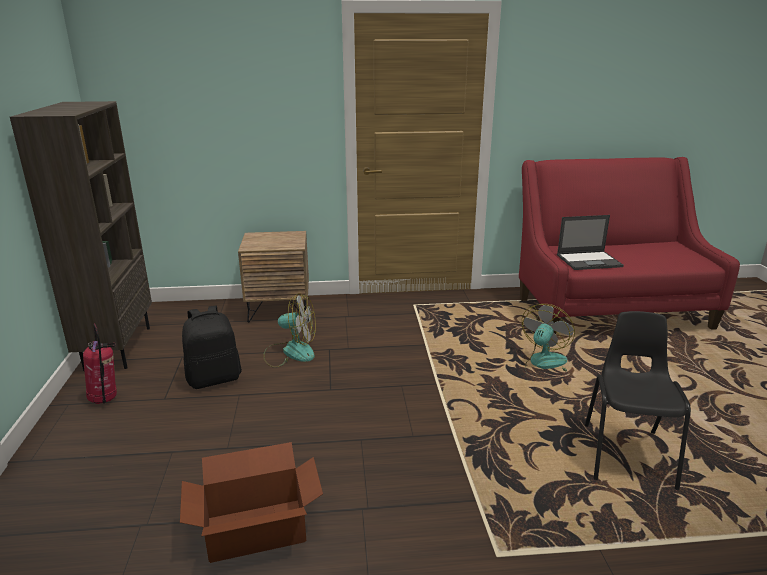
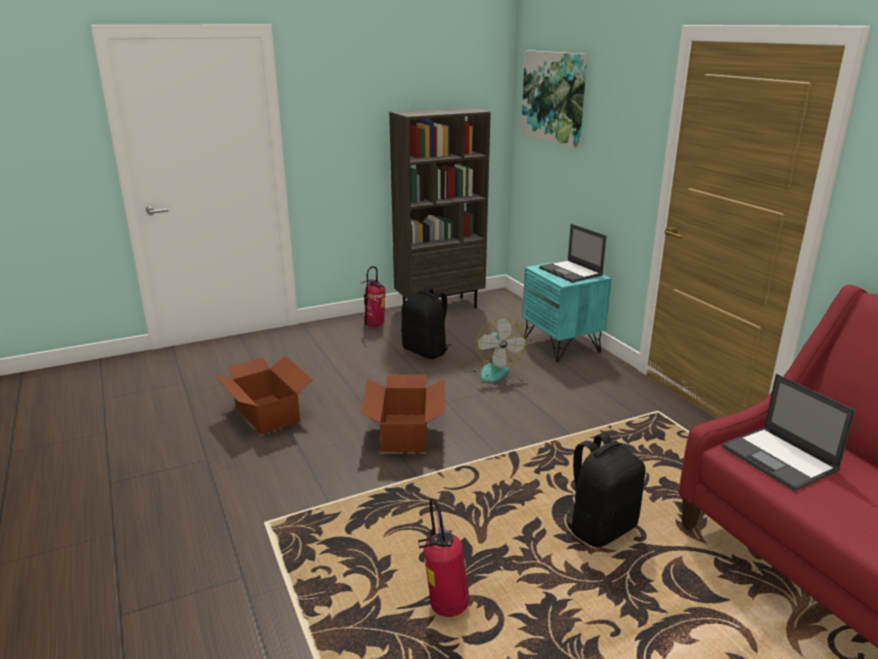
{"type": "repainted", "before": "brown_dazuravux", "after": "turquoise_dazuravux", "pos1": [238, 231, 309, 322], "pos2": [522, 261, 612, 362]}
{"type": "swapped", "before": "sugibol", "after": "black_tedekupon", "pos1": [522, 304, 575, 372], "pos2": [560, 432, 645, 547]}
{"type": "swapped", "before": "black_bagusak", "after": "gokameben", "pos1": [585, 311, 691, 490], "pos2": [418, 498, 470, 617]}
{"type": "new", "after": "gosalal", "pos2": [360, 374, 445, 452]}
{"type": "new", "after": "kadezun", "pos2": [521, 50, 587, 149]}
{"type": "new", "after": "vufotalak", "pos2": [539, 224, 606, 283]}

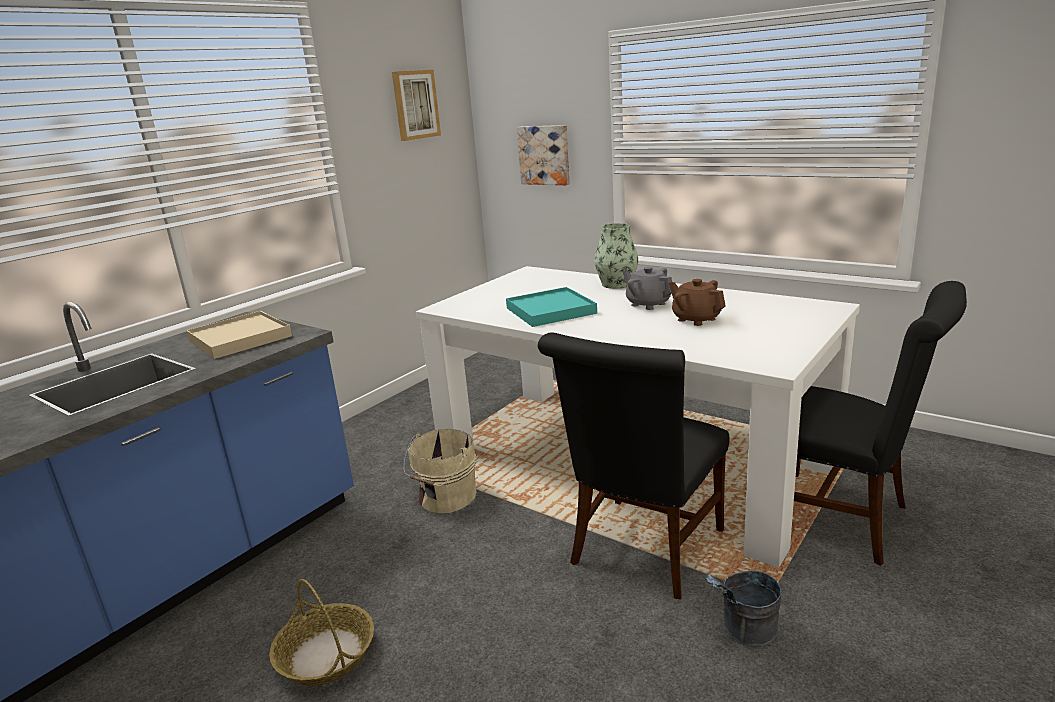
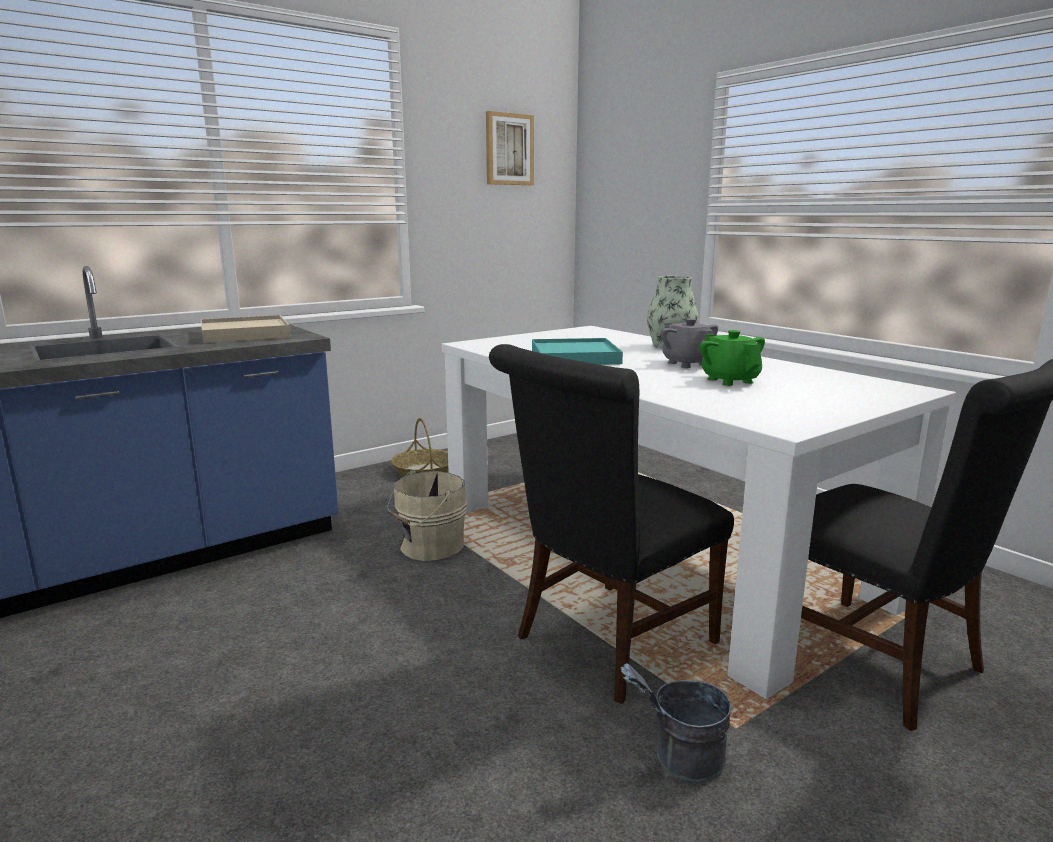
{"type": "shifted", "before": "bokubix", "pos1": [269, 579, 374, 686], "pos2": [391, 418, 448, 477]}
{"type": "gone", "before": "kadezun", "pos1": [517, 125, 570, 185]}
{"type": "repainted", "before": "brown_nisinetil", "after": "green_nisinetil", "pos1": [669, 279, 726, 326], "pos2": [700, 330, 765, 386]}

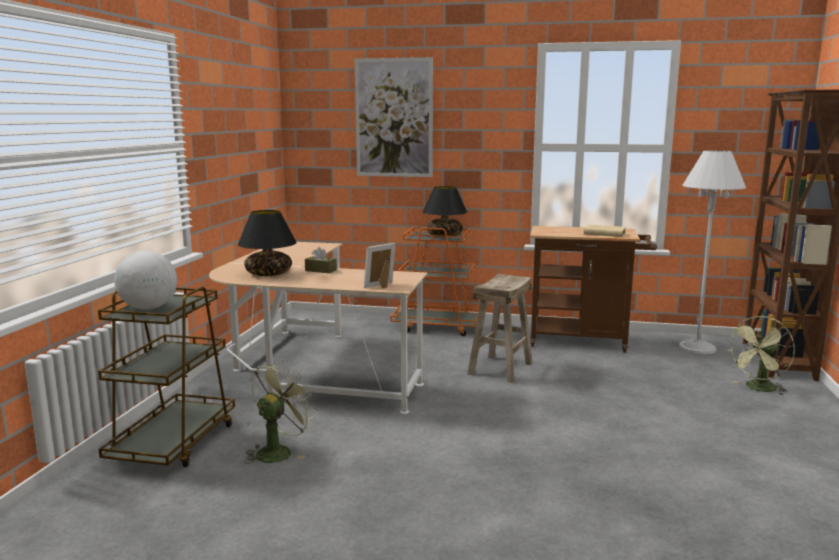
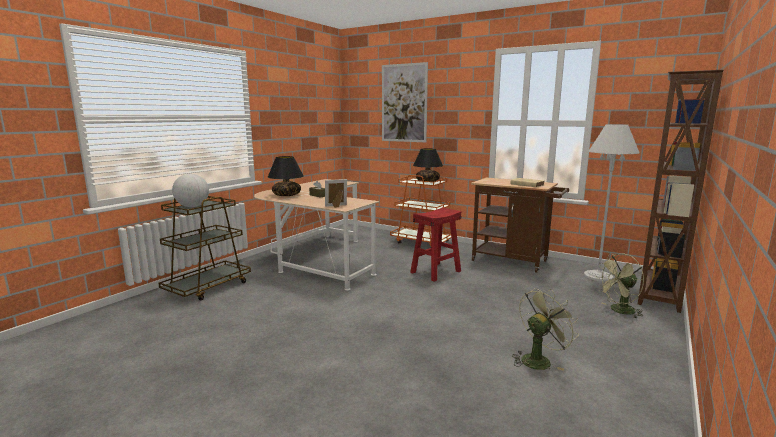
{"type": "shifted", "before": "green_sugibol", "pos1": [244, 361, 317, 464], "pos2": [512, 288, 579, 371]}
{"type": "repainted", "before": "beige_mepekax", "after": "red_mepekax", "pos1": [467, 274, 532, 383], "pos2": [410, 207, 461, 281]}

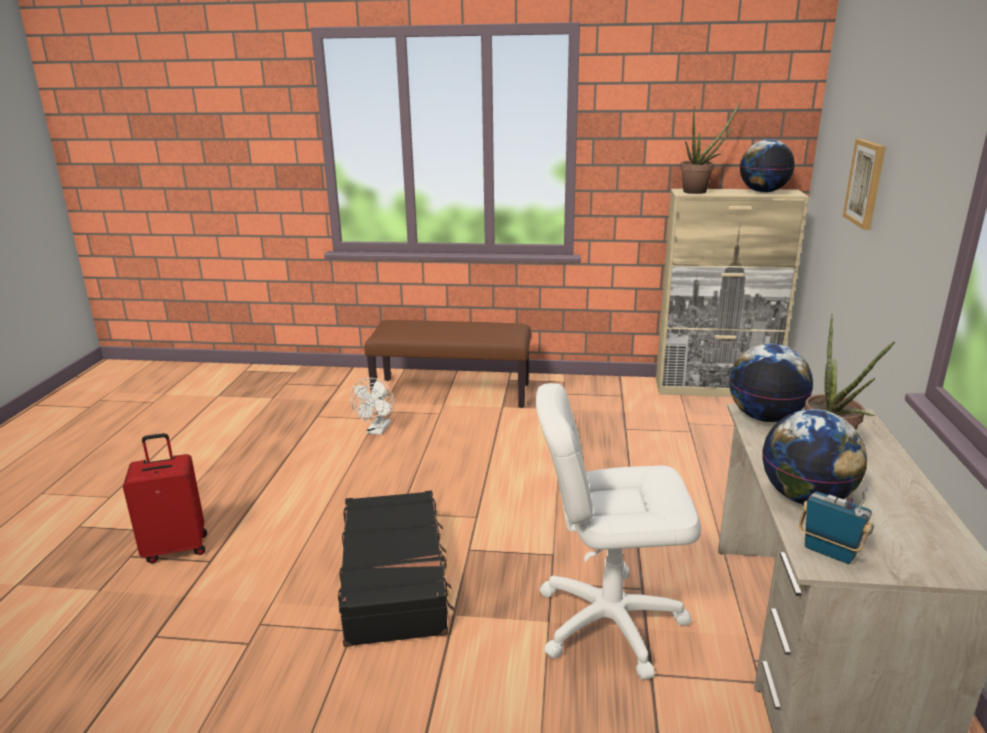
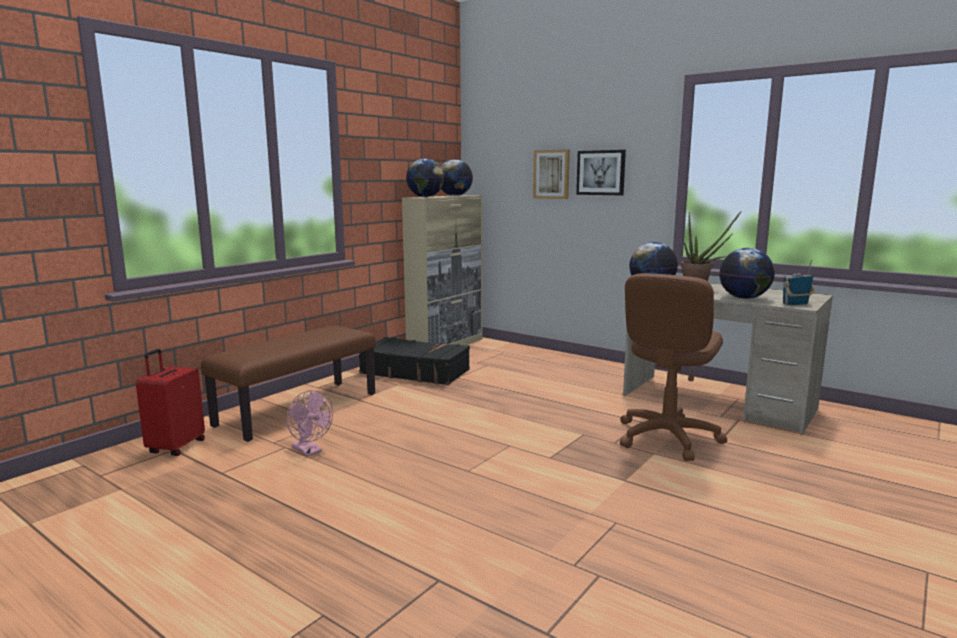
{"type": "shifted", "before": "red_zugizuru", "pos1": [123, 433, 207, 563], "pos2": [136, 349, 205, 456]}
{"type": "shifted", "before": "black_zugizuru", "pos1": [338, 491, 455, 647], "pos2": [359, 337, 470, 385]}
{"type": "repainted", "before": "white_sugibol", "after": "pink_sugibol", "pos1": [350, 378, 394, 435], "pos2": [286, 390, 333, 456]}
{"type": "repainted", "before": "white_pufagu", "after": "brown_pufagu", "pos1": [536, 383, 701, 680], "pos2": [620, 273, 727, 461]}
{"type": "swapped", "before": "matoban", "after": "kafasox", "pos1": [680, 102, 741, 194], "pos2": [406, 158, 444, 197]}
{"type": "new", "after": "kadezun", "pos2": [576, 150, 626, 195]}

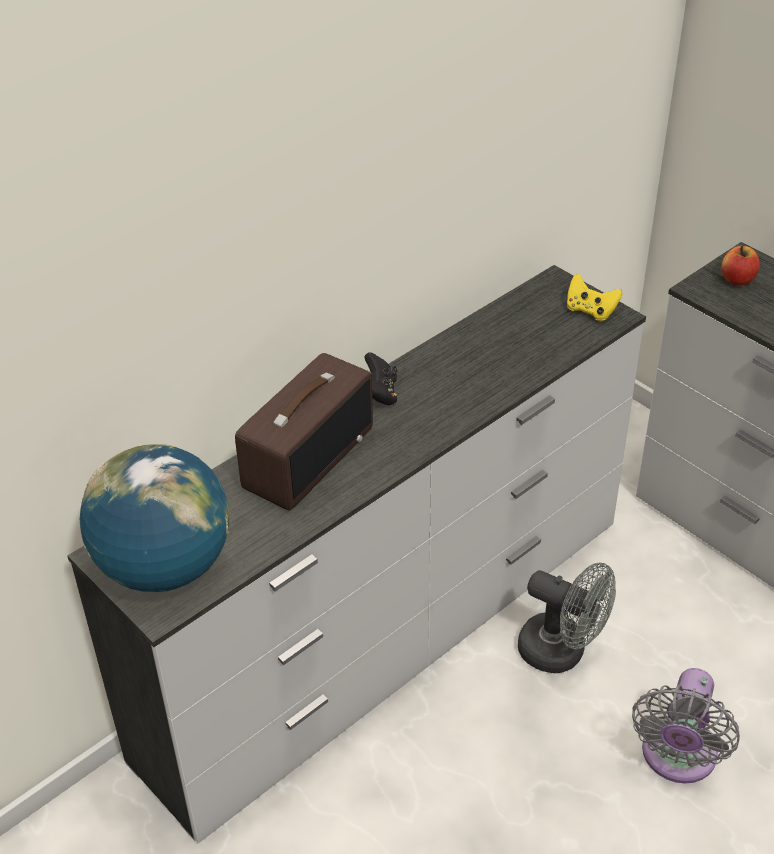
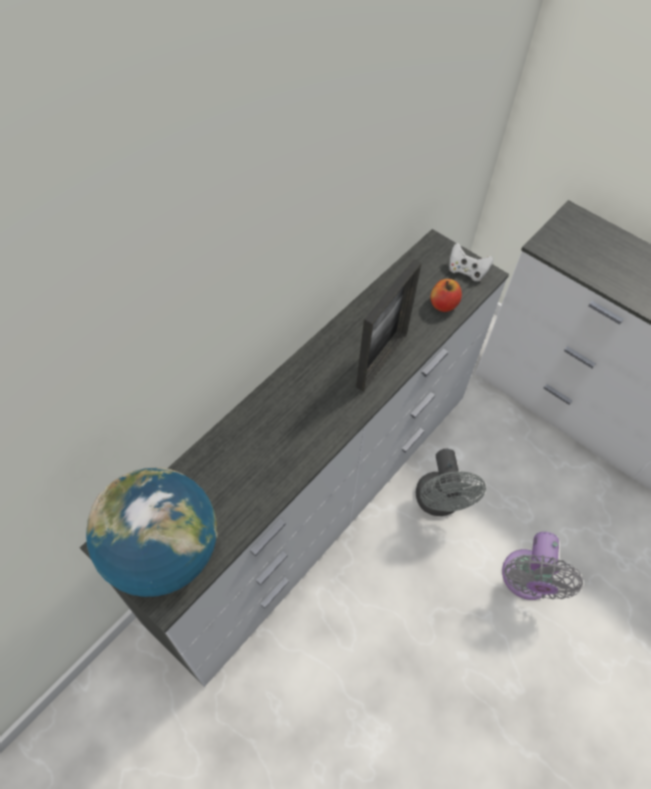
{"type": "gone", "before": "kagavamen", "pos1": [235, 353, 373, 511]}
{"type": "gone", "before": "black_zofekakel", "pos1": [364, 352, 397, 406]}
{"type": "rotated", "before": "grey_sugibol", "pos1": [518, 562, 616, 673], "pos2": [416, 449, 486, 516], "turn": 60}
{"type": "repainted", "before": "yellow_zofekakel", "after": "white_zofekakel", "pos1": [567, 273, 623, 321], "pos2": [449, 243, 494, 281]}
{"type": "shifted", "before": "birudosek", "pos1": [721, 246, 760, 286], "pos2": [431, 279, 462, 312]}
{"type": "new", "after": "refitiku", "pos2": [356, 259, 421, 391]}

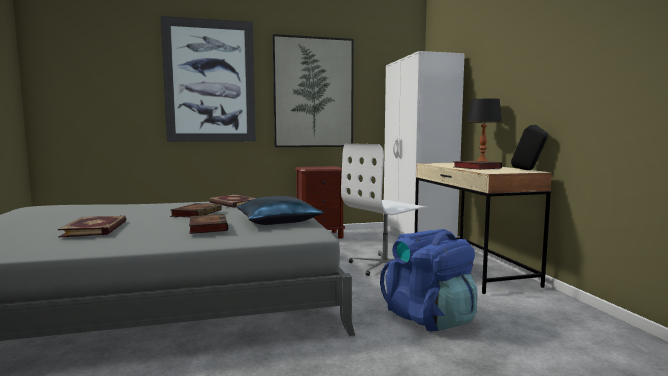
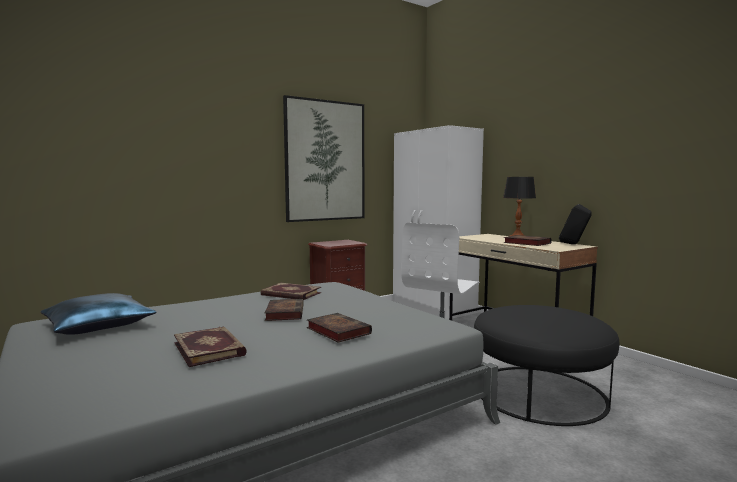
{"type": "gone", "before": "kadezun", "pos1": [161, 16, 256, 142]}
{"type": "shifted", "before": "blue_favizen", "pos1": [236, 196, 324, 225], "pos2": [40, 293, 157, 335]}
{"type": "swapped", "before": "blue_tedekupon", "after": "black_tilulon", "pos1": [380, 229, 477, 332], "pos2": [474, 305, 619, 426]}

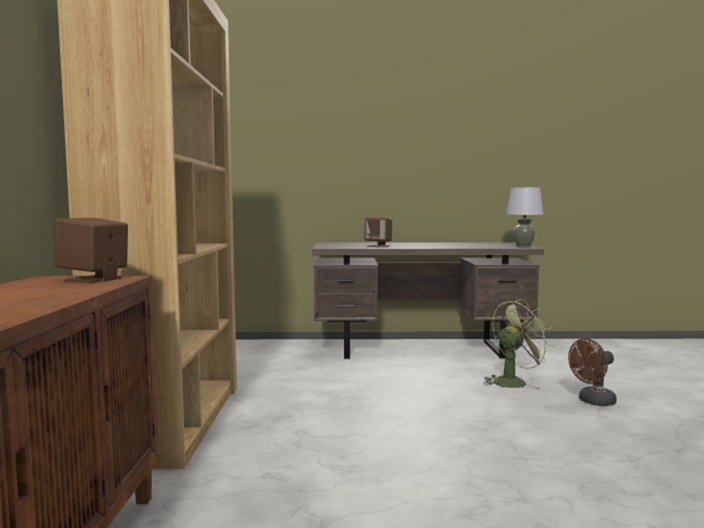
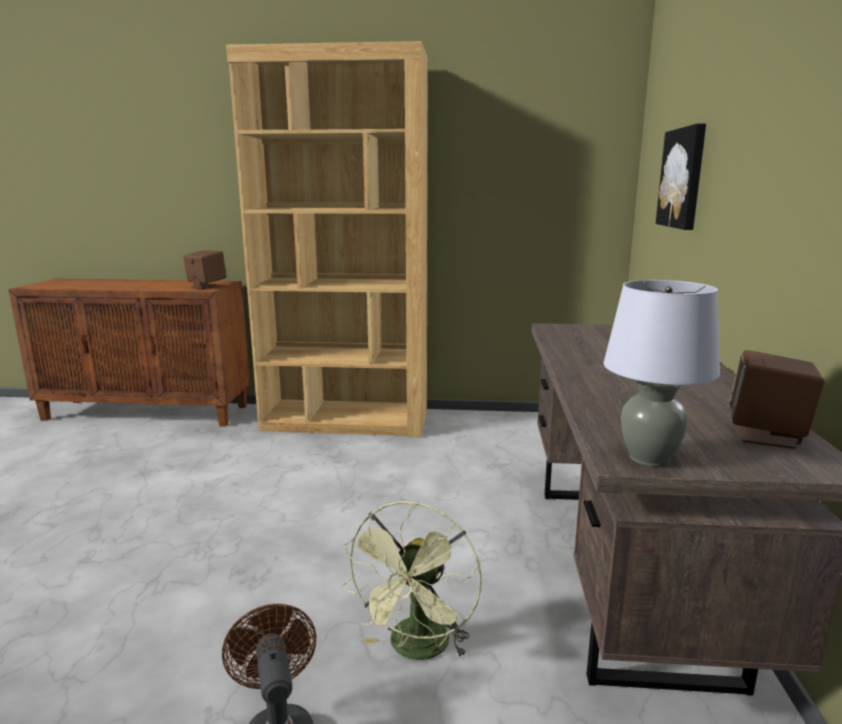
{"type": "shifted", "before": "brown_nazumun", "pos1": [364, 218, 392, 247], "pos2": [729, 350, 824, 449]}
{"type": "rotated", "before": "green_sugibol", "pos1": [484, 299, 554, 389], "pos2": [341, 501, 482, 660], "turn": 45}
{"type": "new", "after": "kadezun", "pos2": [656, 124, 706, 230]}

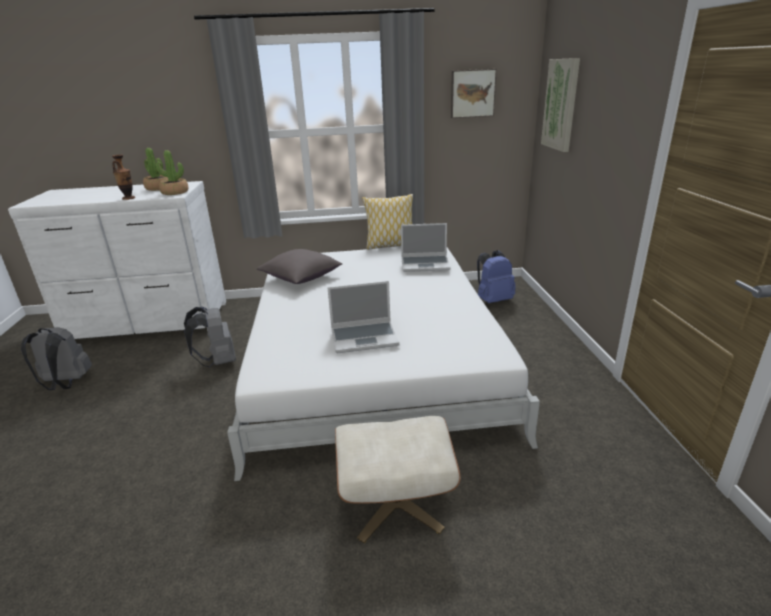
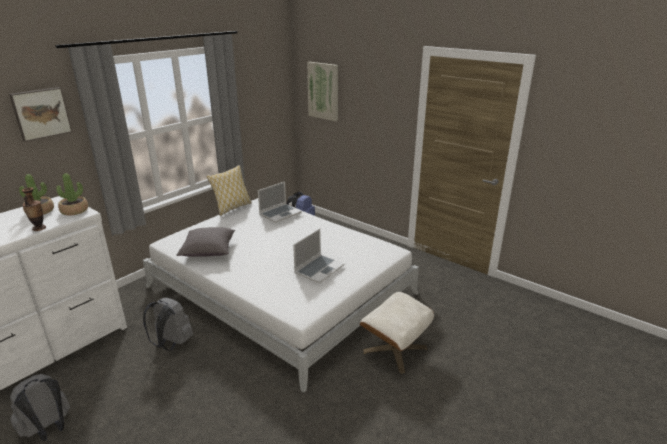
{"type": "shifted", "before": "kadezun", "pos1": [451, 69, 497, 118], "pos2": [9, 87, 72, 142]}

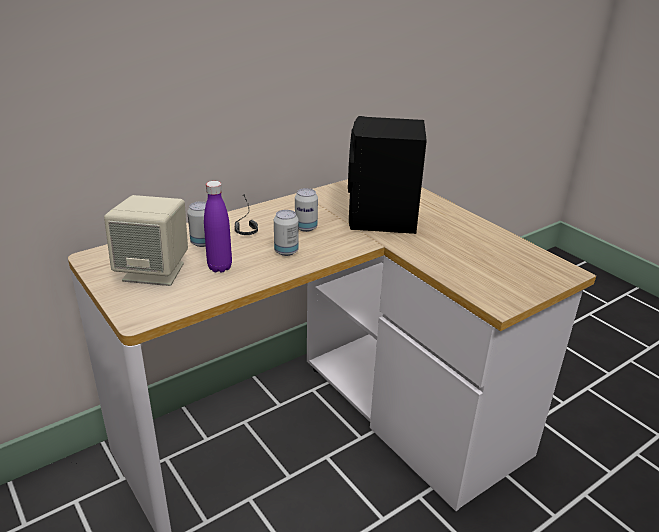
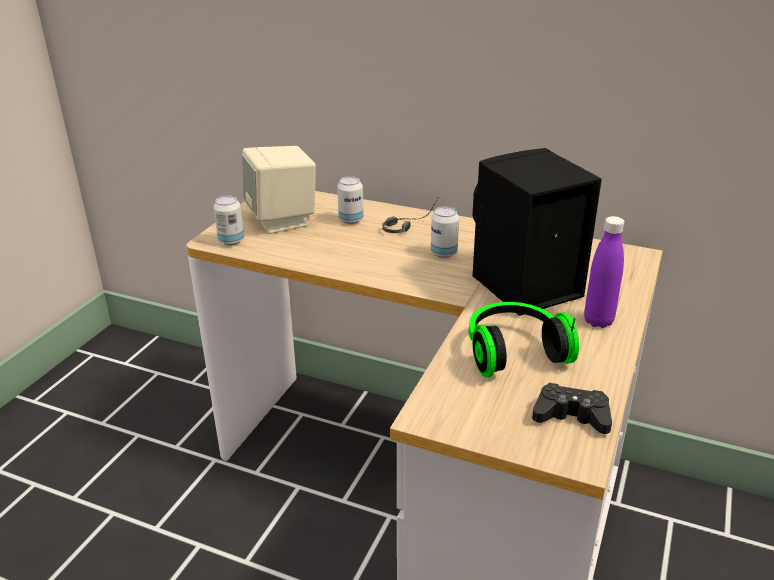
{"type": "shifted", "before": "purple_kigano", "pos1": [204, 181, 232, 273], "pos2": [584, 216, 625, 328]}
{"type": "shifted", "before": "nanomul", "pos1": [274, 210, 299, 256], "pos2": [214, 196, 244, 245]}
{"type": "new", "after": "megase", "pos2": [469, 302, 579, 377]}
{"type": "new", "after": "black_zofekakel", "pos2": [532, 383, 612, 434]}

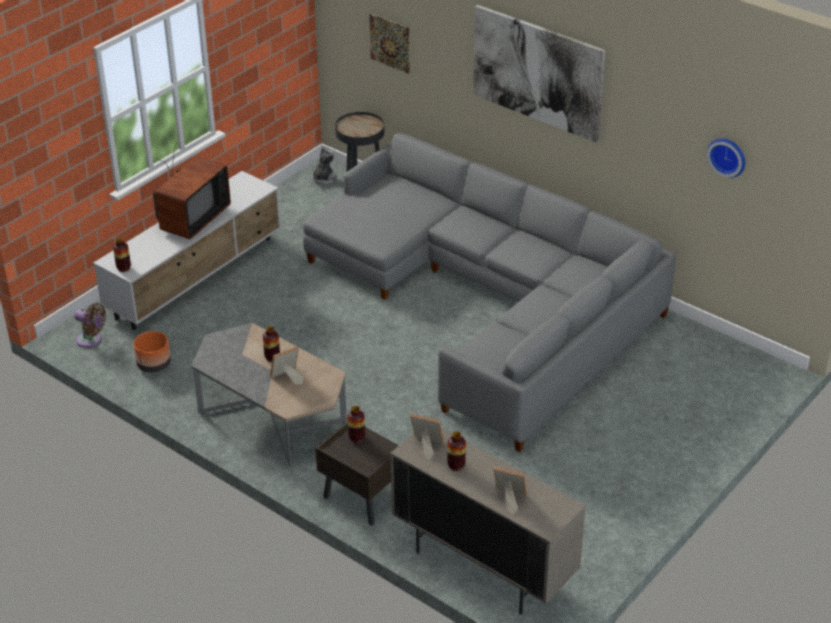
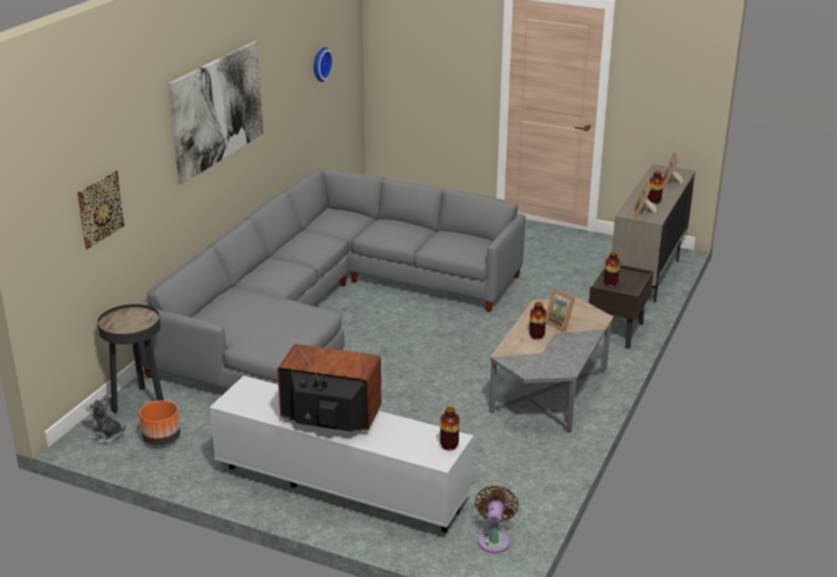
{"type": "shifted", "before": "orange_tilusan", "pos1": [134, 331, 171, 373], "pos2": [139, 400, 180, 445]}

